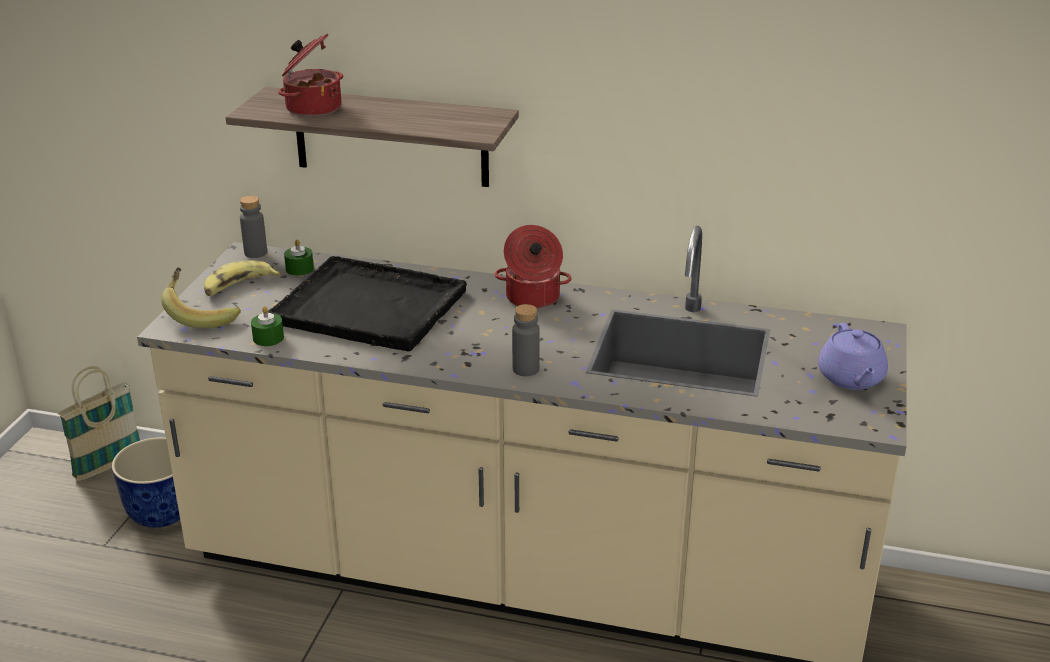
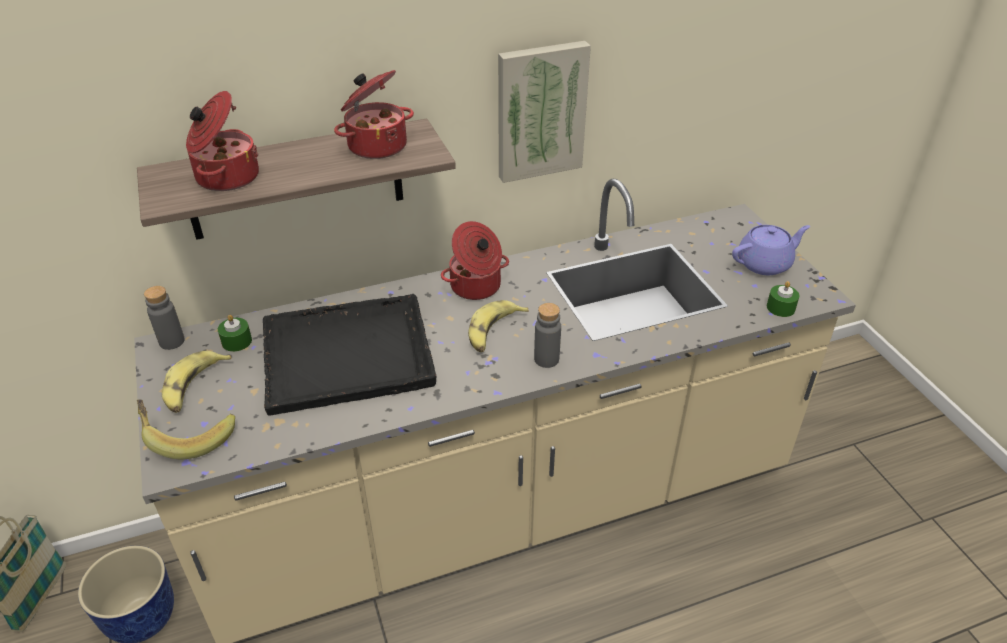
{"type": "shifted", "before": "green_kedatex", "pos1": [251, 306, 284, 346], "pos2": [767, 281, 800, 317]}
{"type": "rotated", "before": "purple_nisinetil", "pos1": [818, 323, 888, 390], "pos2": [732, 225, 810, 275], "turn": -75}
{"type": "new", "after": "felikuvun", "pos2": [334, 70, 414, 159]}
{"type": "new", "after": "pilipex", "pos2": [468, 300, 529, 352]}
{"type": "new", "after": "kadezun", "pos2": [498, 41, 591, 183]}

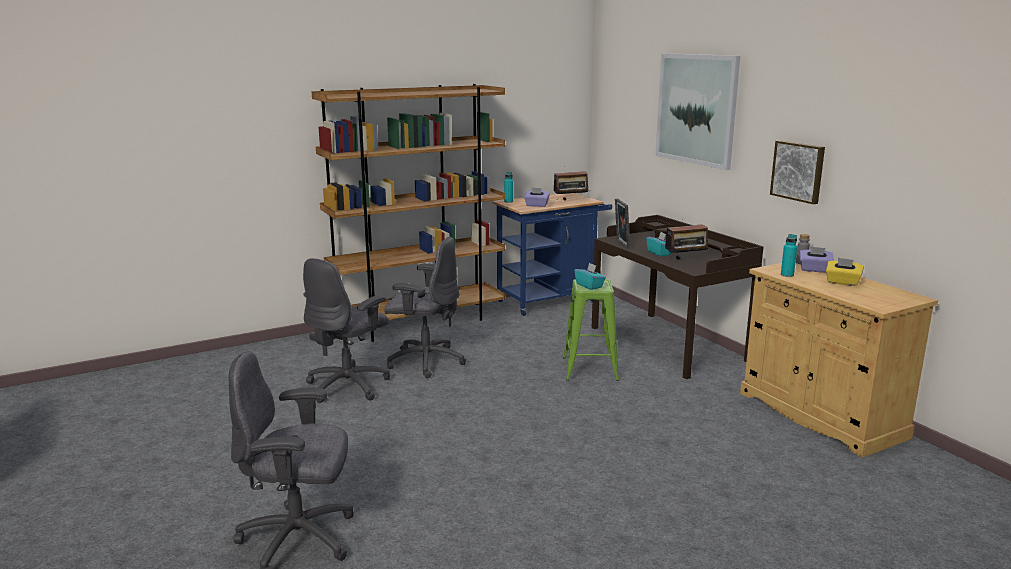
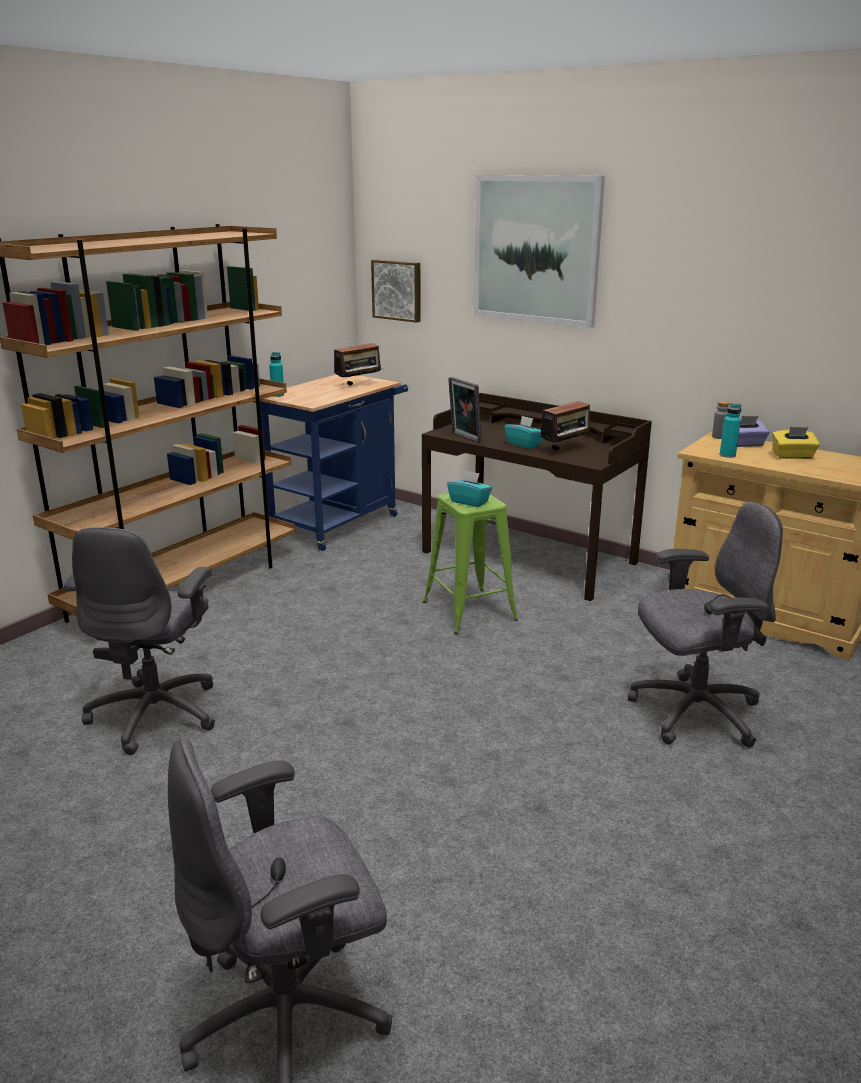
{"type": "shifted", "before": "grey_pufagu", "pos1": [384, 237, 466, 378], "pos2": [628, 502, 783, 748]}
{"type": "gone", "before": "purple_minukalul", "pos1": [524, 187, 550, 207]}
{"type": "shifted", "before": "kadezun", "pos1": [770, 140, 825, 204], "pos2": [371, 259, 421, 323]}

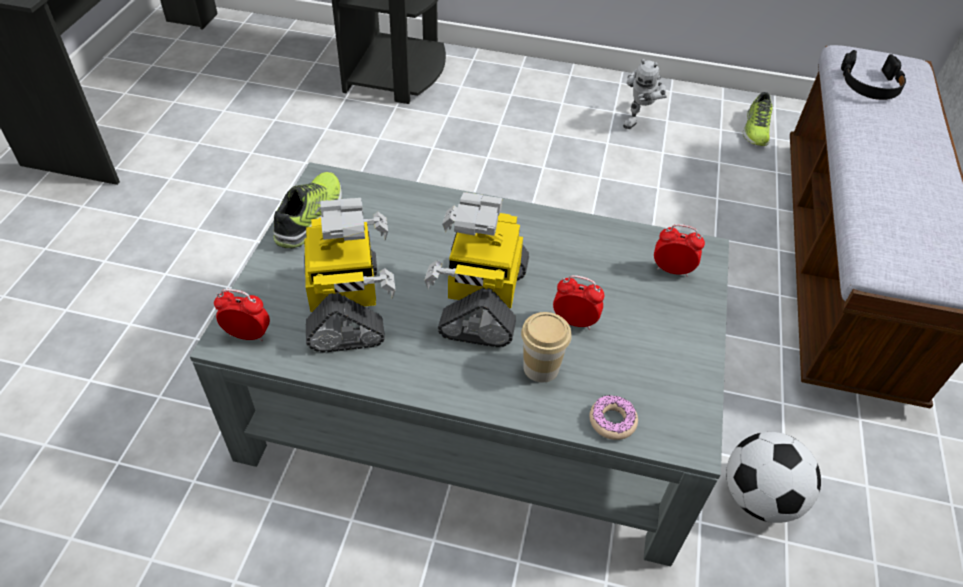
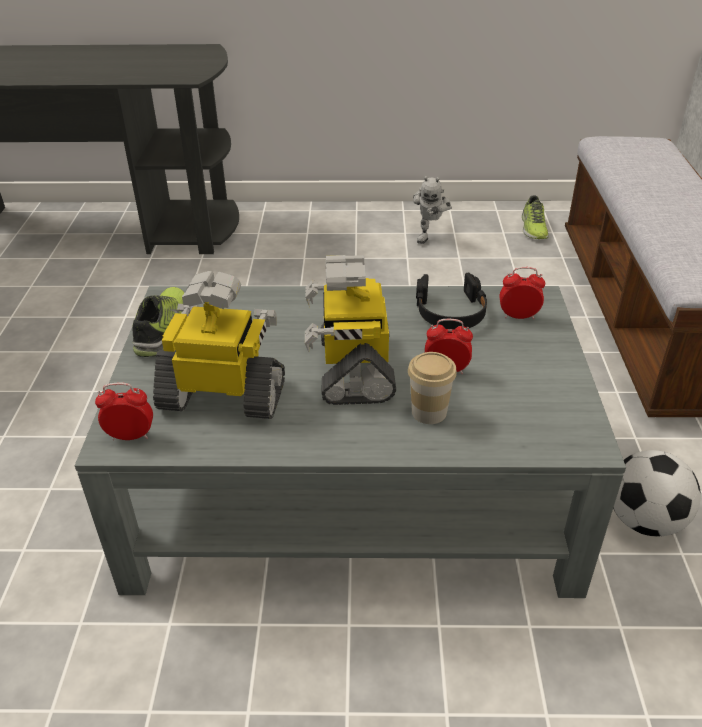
{"type": "rotated", "before": "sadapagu", "pos1": [304, 198, 396, 352], "pos2": [153, 271, 285, 419], "turn": -60}
{"type": "gone", "before": "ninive", "pos1": [589, 395, 638, 440]}
{"type": "shifted", "before": "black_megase", "pos1": [841, 50, 906, 100], "pos2": [416, 273, 487, 330]}

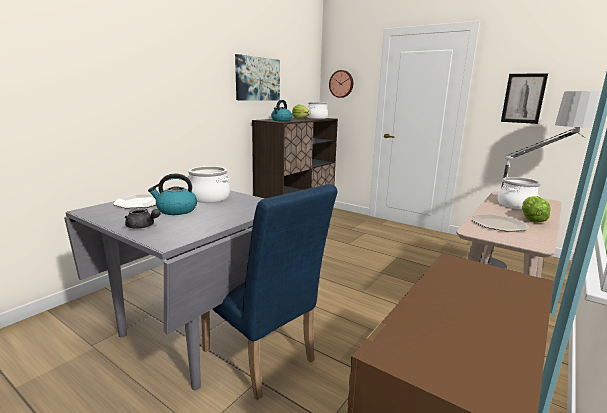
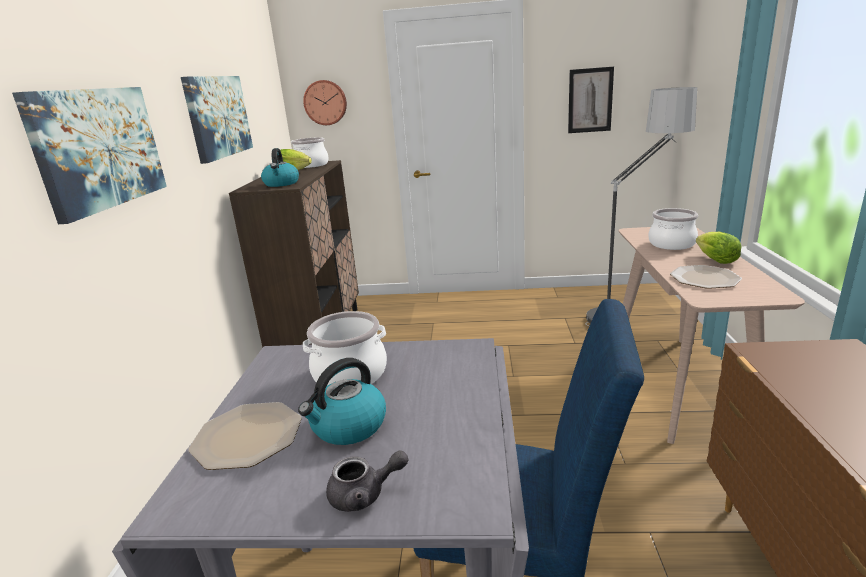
{"type": "new", "after": "kadezun", "pos2": [12, 87, 167, 224]}

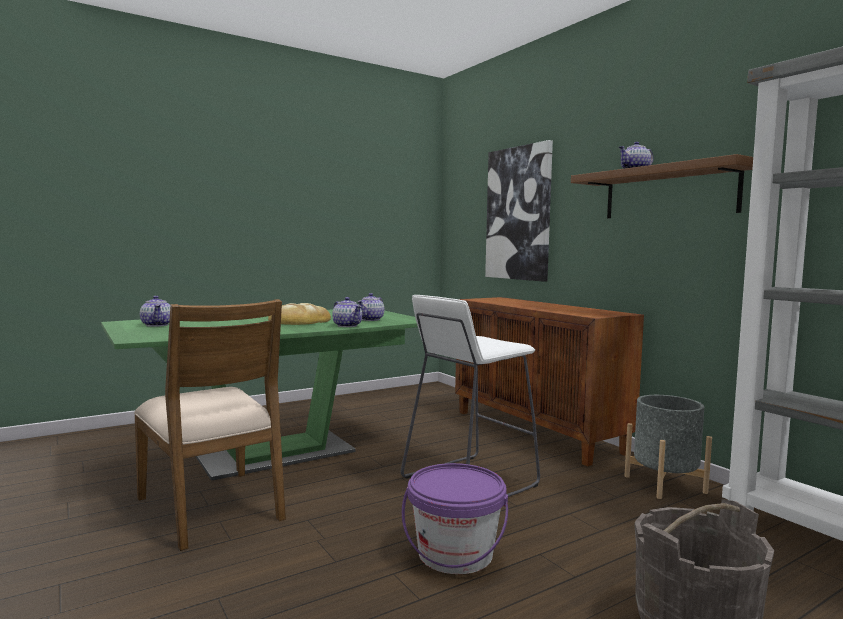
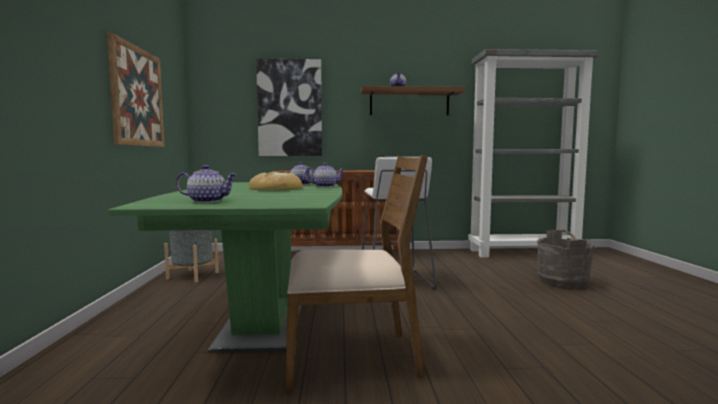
{"type": "gone", "before": "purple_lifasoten", "pos1": [402, 463, 508, 574]}
{"type": "shifted", "before": "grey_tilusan", "pos1": [625, 395, 712, 499], "pos2": [164, 230, 219, 282]}
{"type": "new", "after": "kadezun", "pos2": [107, 32, 164, 147]}

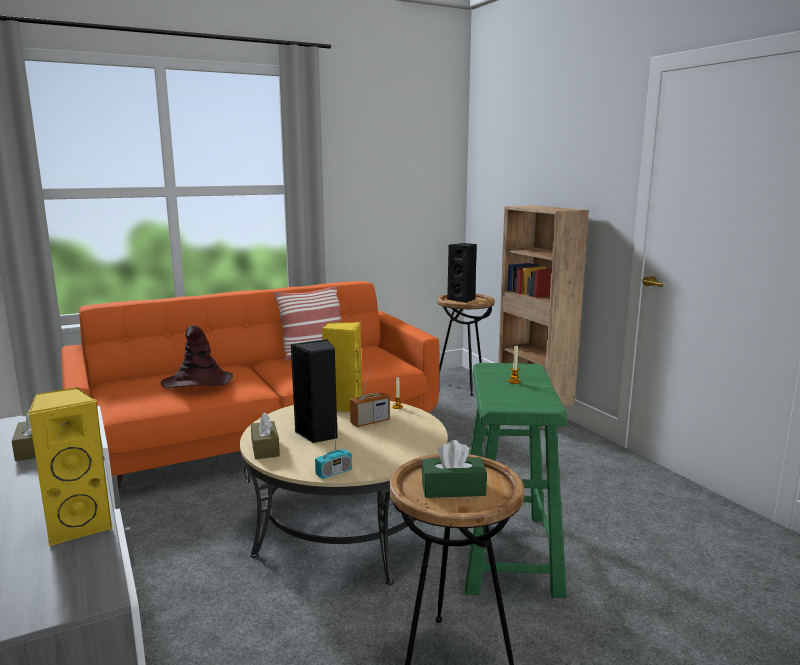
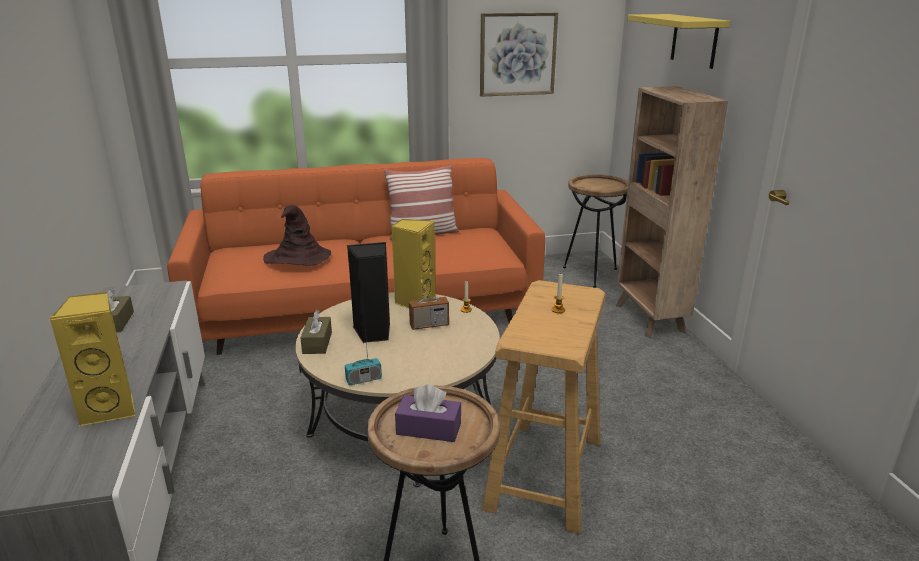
{"type": "repainted", "before": "green_minukalul", "after": "purple_minukalul", "pos1": [421, 440, 487, 498], "pos2": [395, 384, 461, 442]}
{"type": "gone", "before": "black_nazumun", "pos1": [447, 243, 477, 303]}
{"type": "repainted", "before": "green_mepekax", "after": "beige_mepekax", "pos1": [465, 363, 567, 598], "pos2": [482, 280, 606, 534]}
{"type": "new", "after": "kadezun", "pos2": [480, 12, 558, 97]}
{"type": "new", "after": "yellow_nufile", "pos2": [627, 14, 730, 69]}

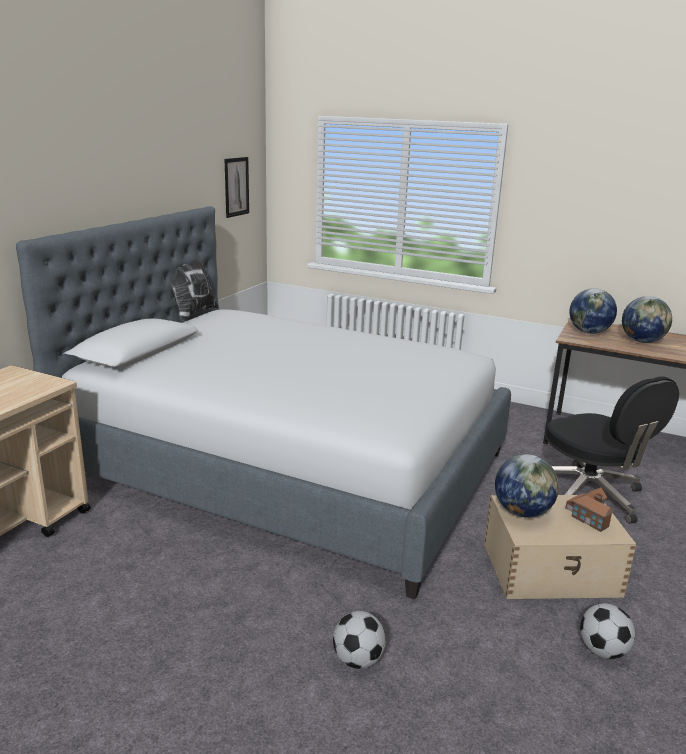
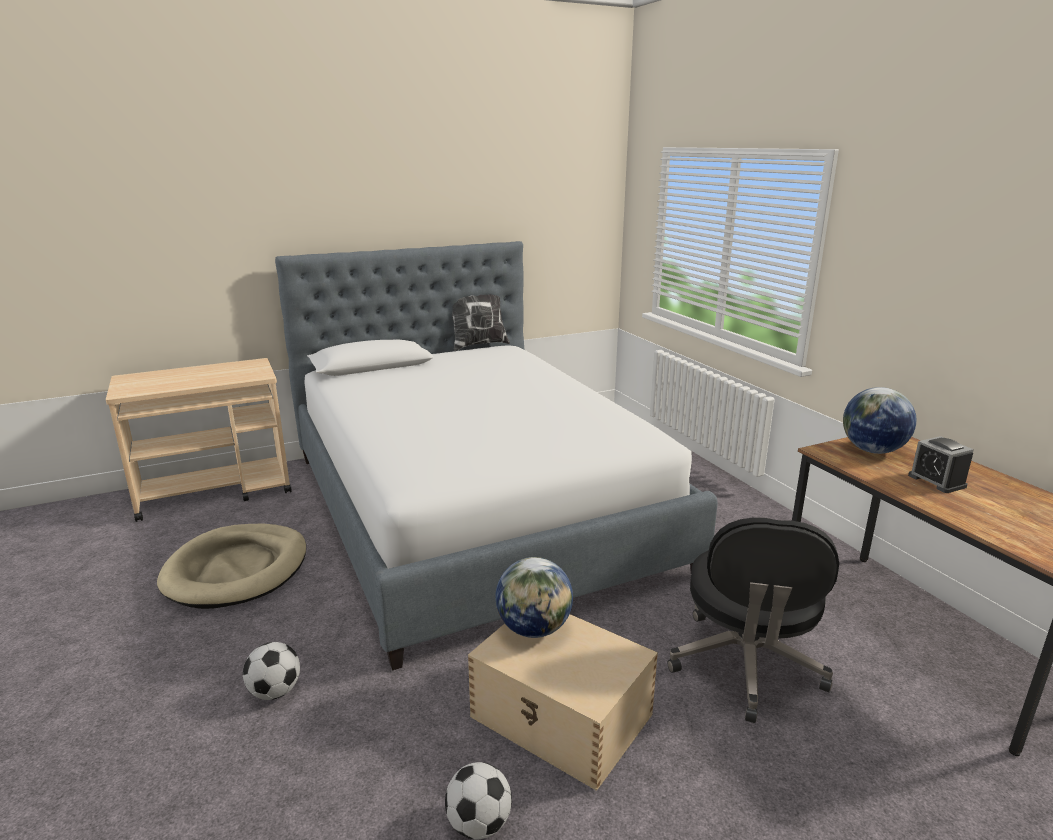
{"type": "gone", "before": "kadezun", "pos1": [225, 157, 249, 218]}
{"type": "gone", "before": "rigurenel", "pos1": [565, 487, 614, 532]}
{"type": "swapped", "before": "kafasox", "after": "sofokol", "pos1": [622, 296, 672, 343], "pos2": [908, 436, 974, 493]}
{"type": "new", "after": "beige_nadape", "pos2": [157, 523, 306, 609]}

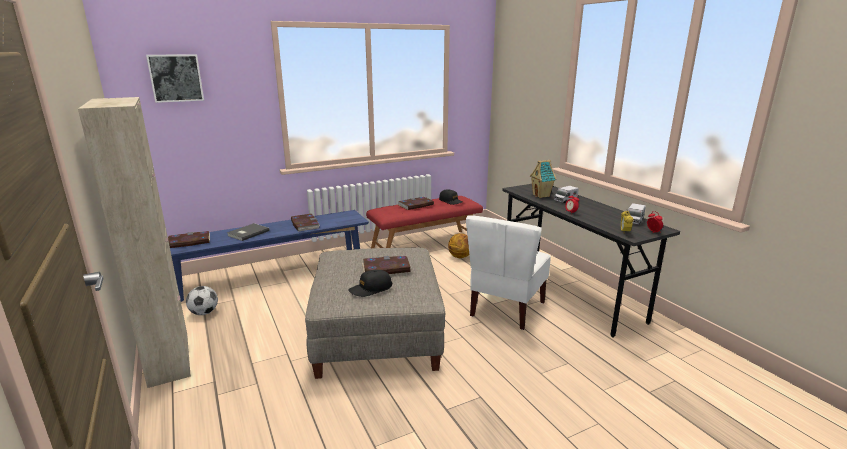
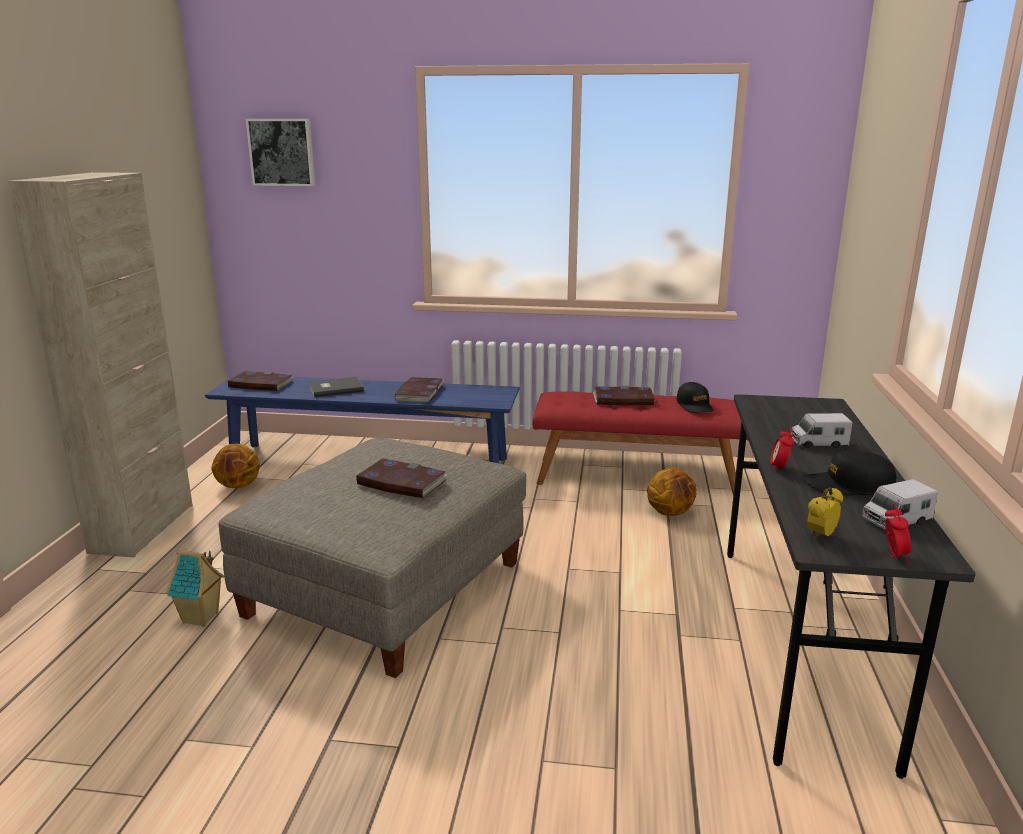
{"type": "swapped", "before": "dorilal", "after": "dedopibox", "pos1": [186, 286, 218, 315], "pos2": [211, 444, 260, 488]}
{"type": "shifted", "before": "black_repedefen", "pos1": [348, 270, 392, 297], "pos2": [803, 451, 896, 496]}
{"type": "gone", "before": "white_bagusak", "pos1": [466, 215, 550, 330]}
{"type": "shifted", "before": "rigurenel", "pos1": [530, 160, 556, 198], "pos2": [166, 550, 224, 627]}

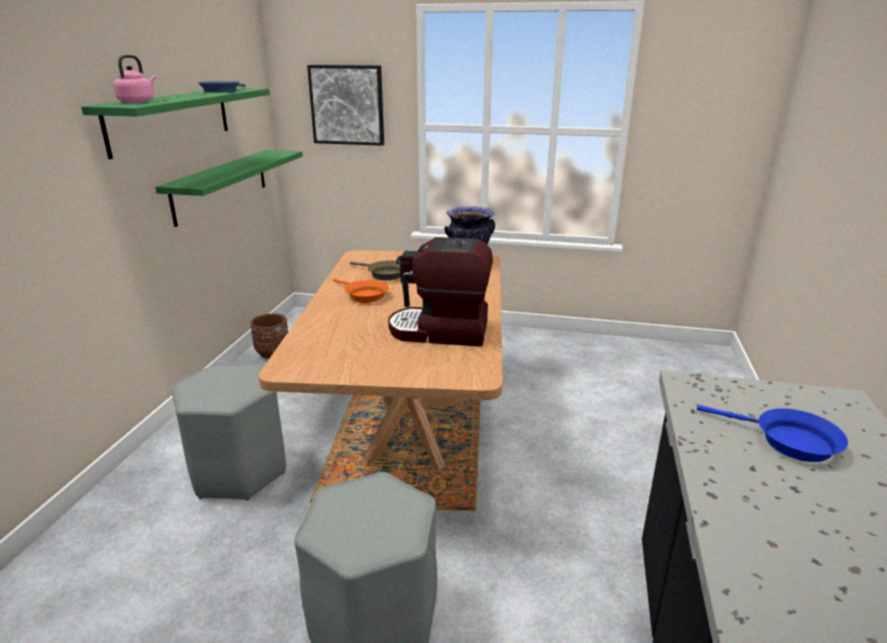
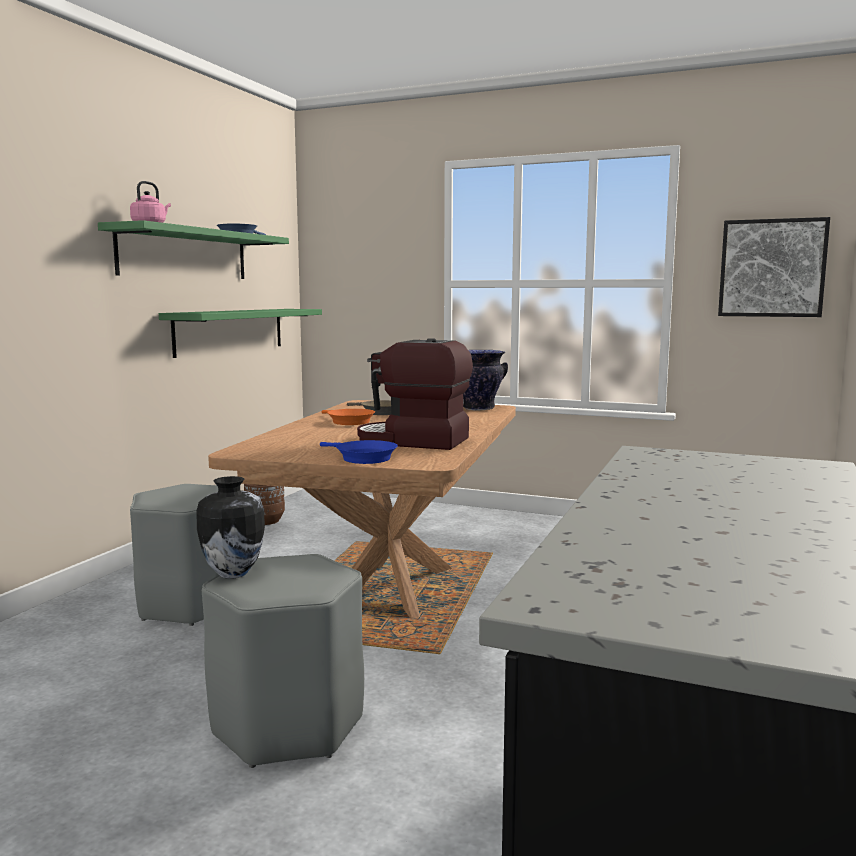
{"type": "shifted", "before": "kadezun", "pos1": [307, 65, 384, 146], "pos2": [718, 217, 830, 317]}
{"type": "shifted", "before": "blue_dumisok", "pos1": [697, 405, 848, 462], "pos2": [320, 440, 397, 464]}
{"type": "new", "after": "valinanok", "pos2": [196, 476, 265, 579]}

